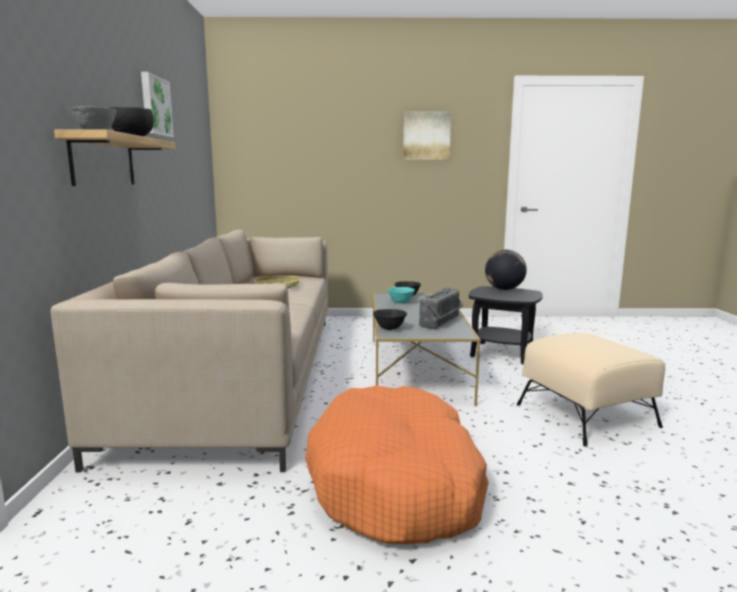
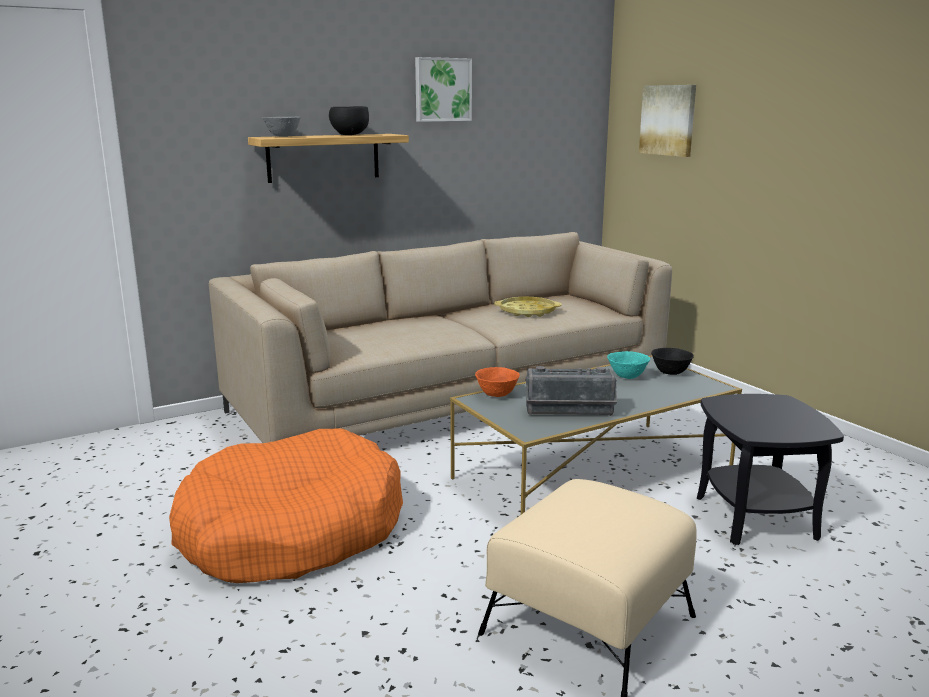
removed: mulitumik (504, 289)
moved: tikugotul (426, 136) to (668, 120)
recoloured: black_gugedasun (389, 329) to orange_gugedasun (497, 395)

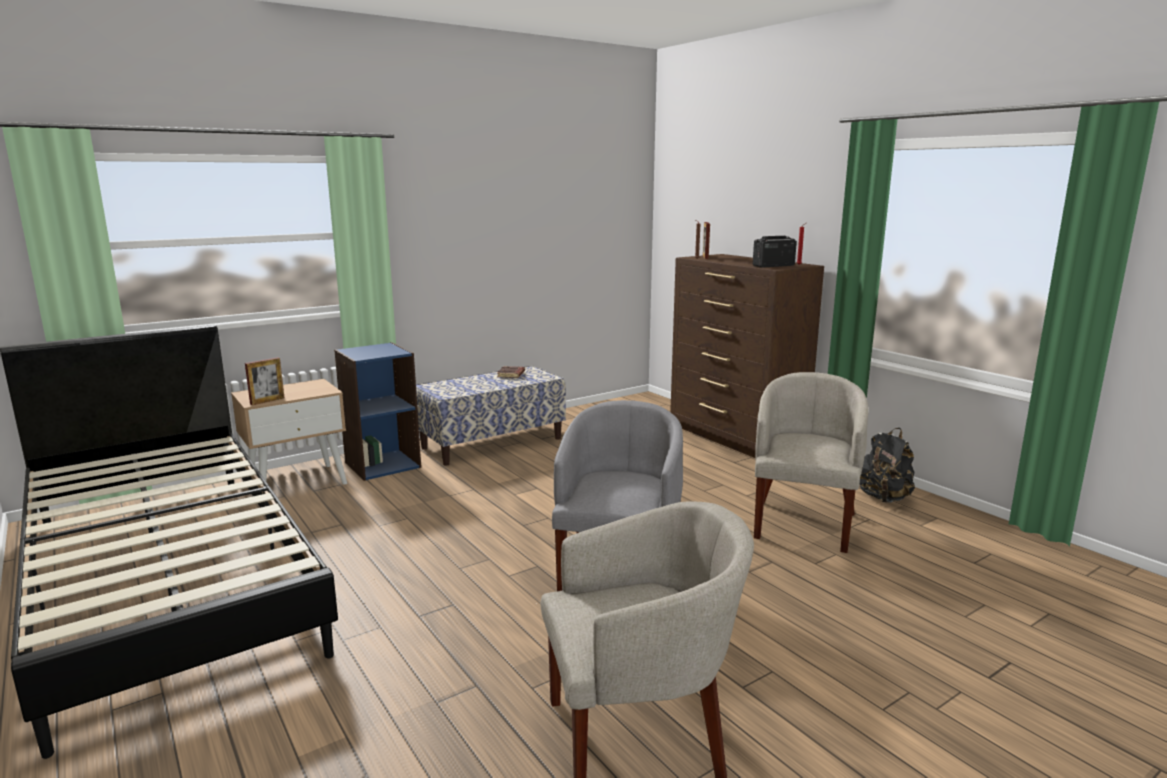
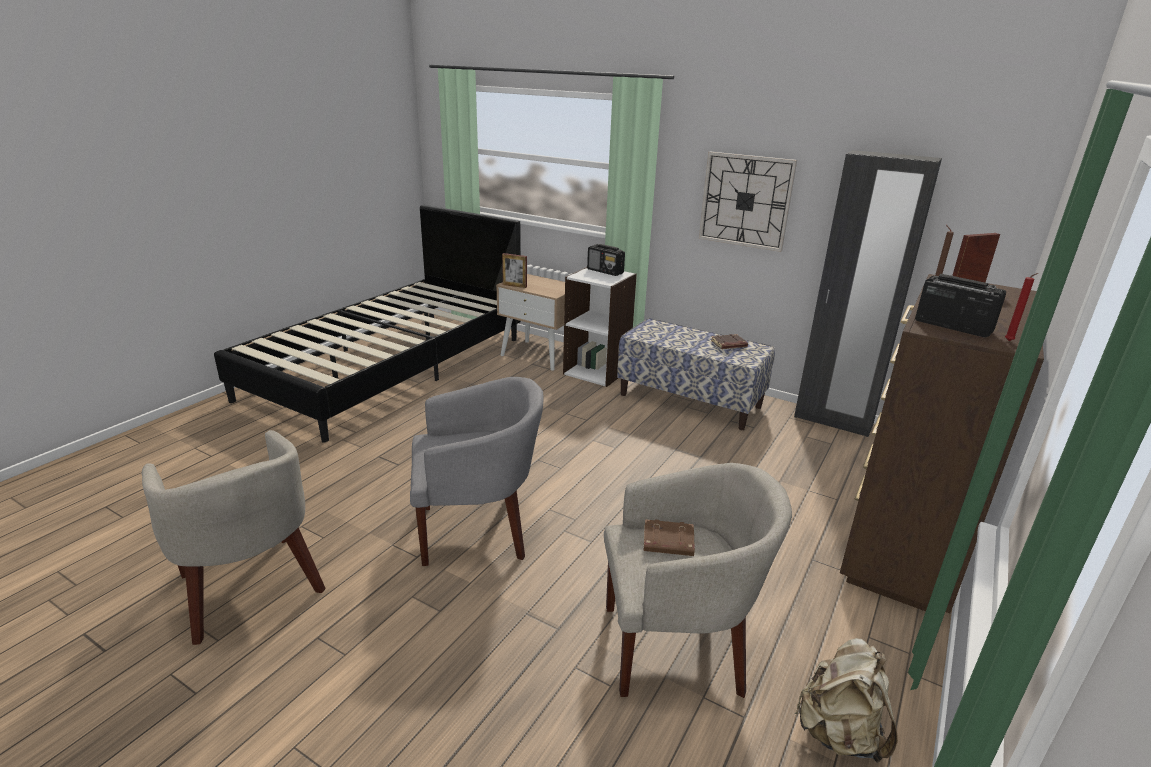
added: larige (605, 271); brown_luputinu (667, 542); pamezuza (745, 201); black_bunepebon (833, 421)
recoloured: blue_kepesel (382, 464) to white_kepesel (597, 371); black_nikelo (884, 498) to beige_nikelo (838, 733)

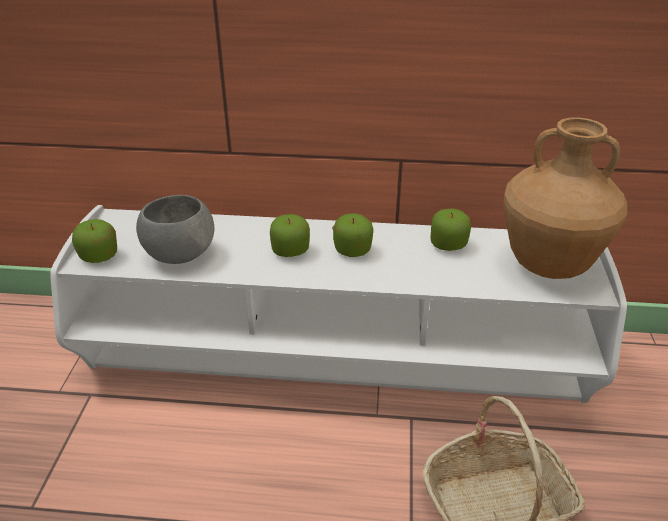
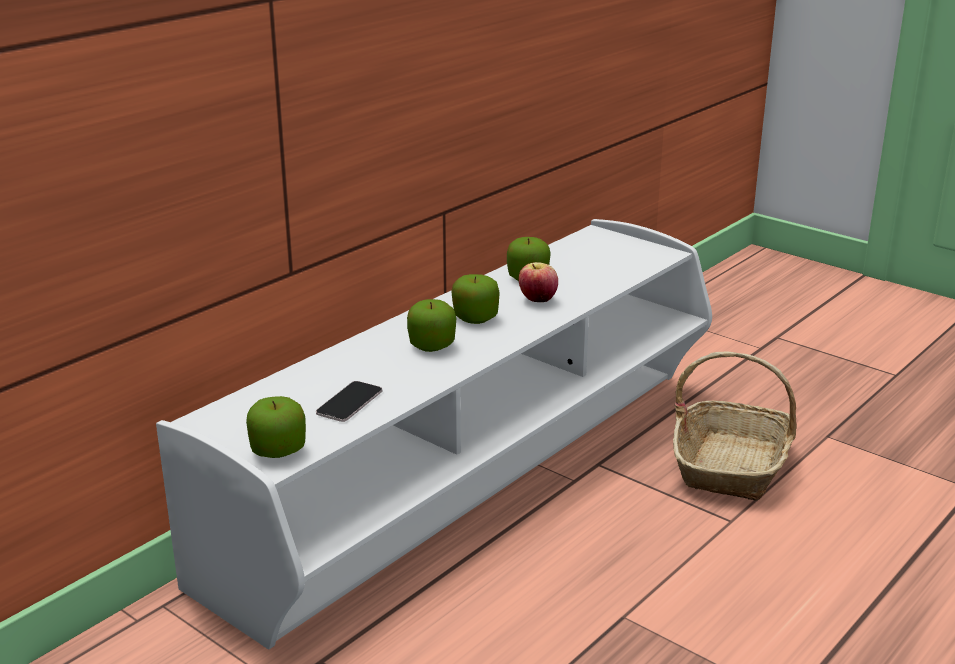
removed: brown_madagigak (549, 266)
added: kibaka (537, 300)
replaced: grey_gugedasun (179, 254) to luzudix (349, 402)

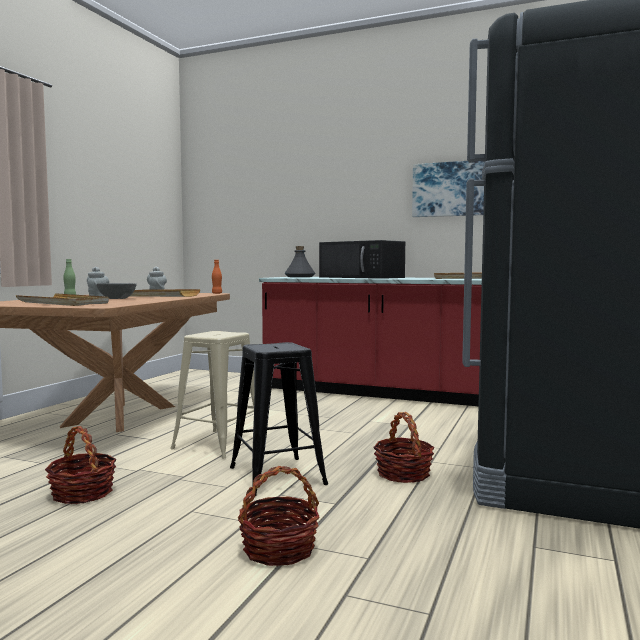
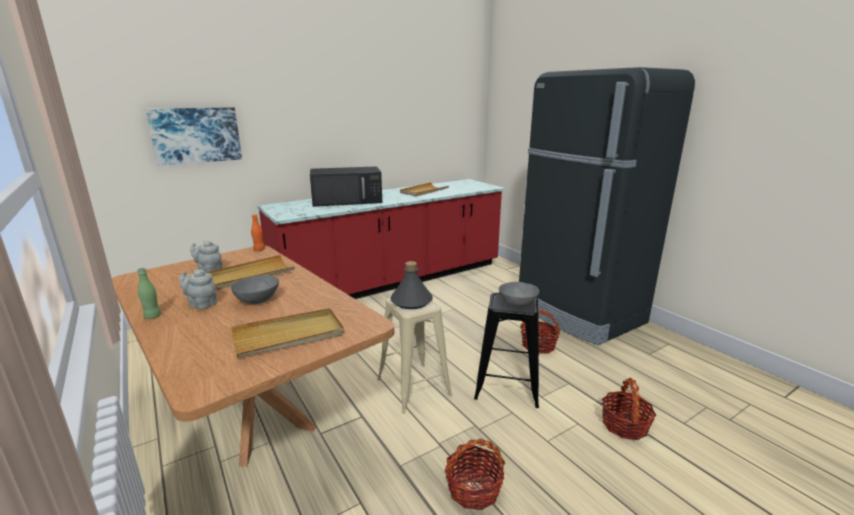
added: grey_gugedasun (517, 303)
moved: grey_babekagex (300, 276) to (411, 301); tikugotul (452, 189) to (196, 135)

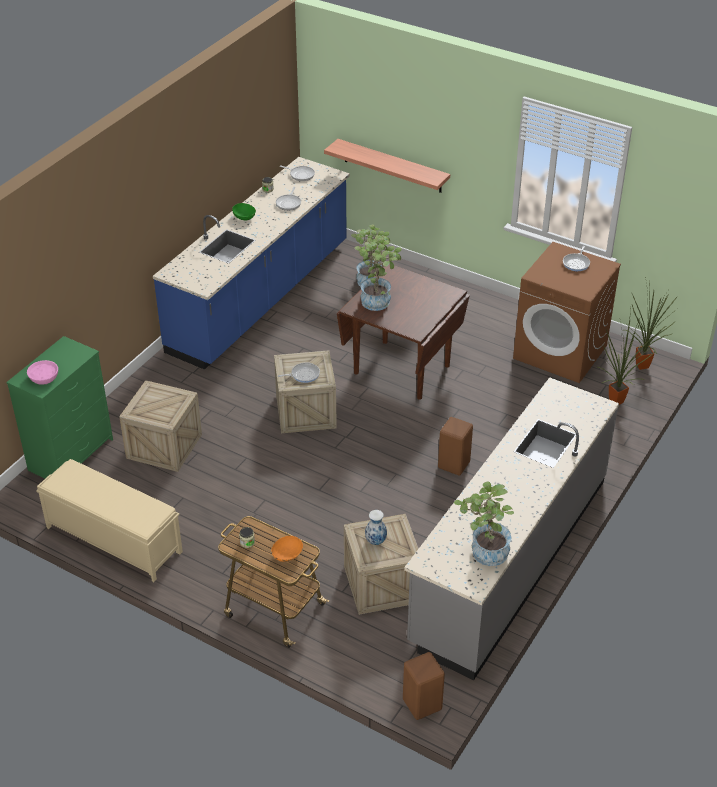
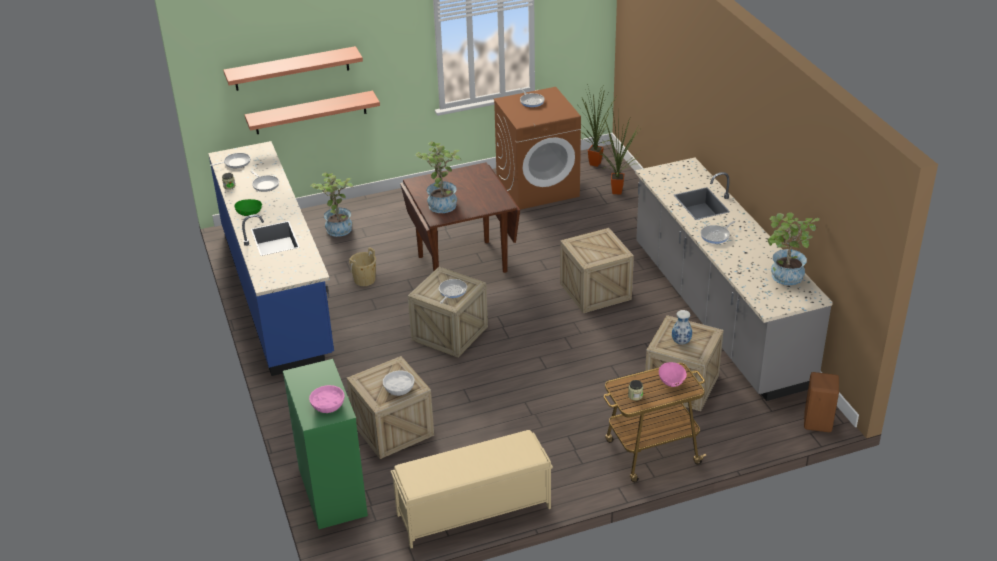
added: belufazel (291, 68); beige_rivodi (364, 280); white_gugedasun (399, 388); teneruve (716, 235)
replaced: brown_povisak (453, 465) to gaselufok (595, 291)
recoloured: orange_gugedasun (287, 556) to pink_gugedasun (672, 381)

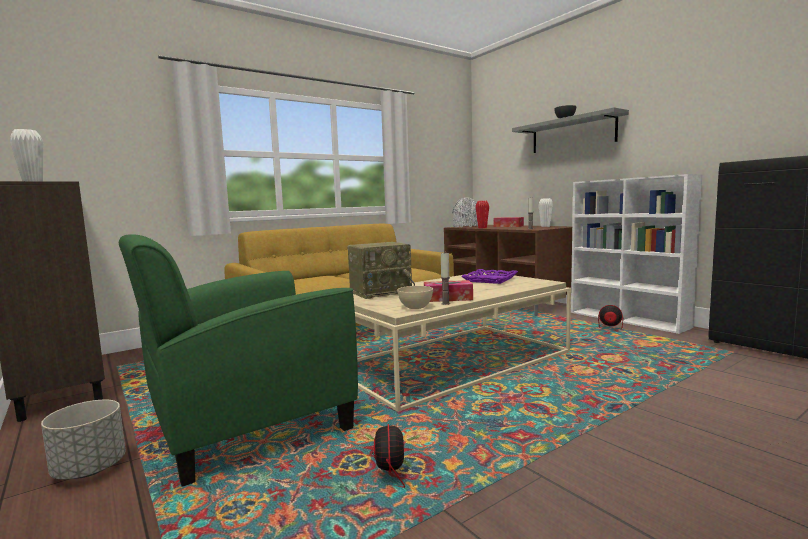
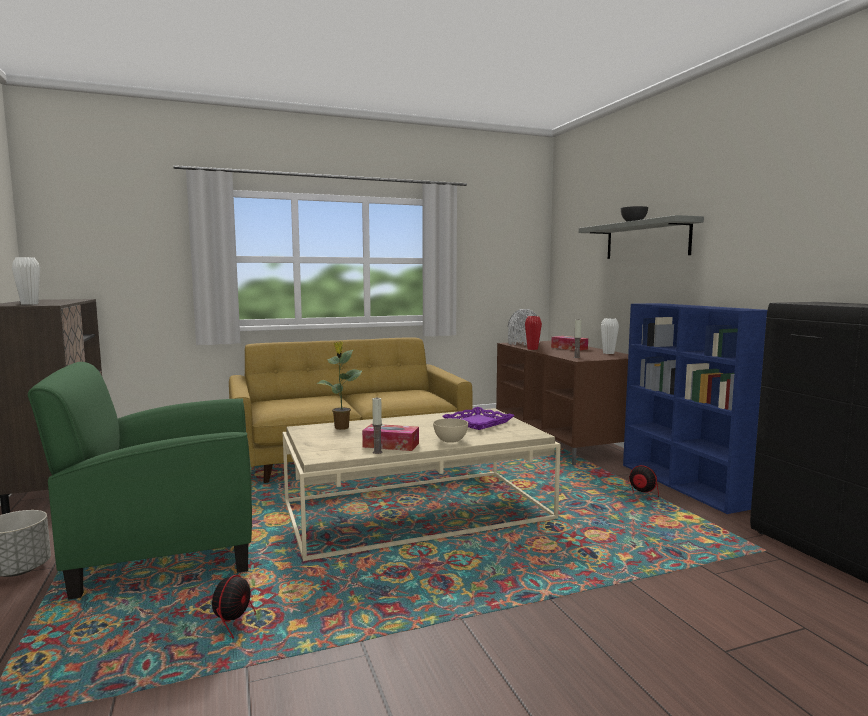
moved: beige_gugedasun (416, 307) to (451, 441)
replaced: larige (381, 292) to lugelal (341, 428)
recoloured: white_kepesel (628, 319) to blue_kepesel (685, 485)

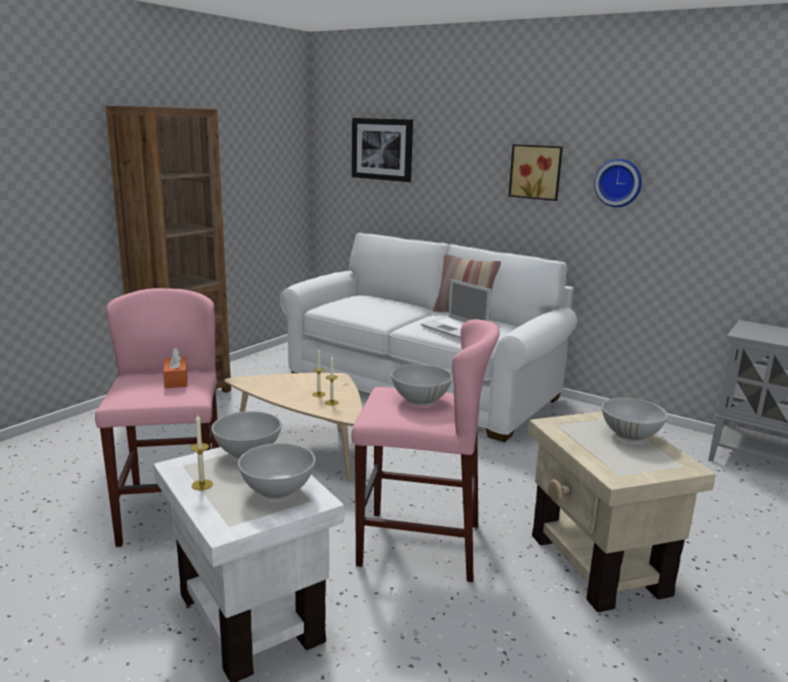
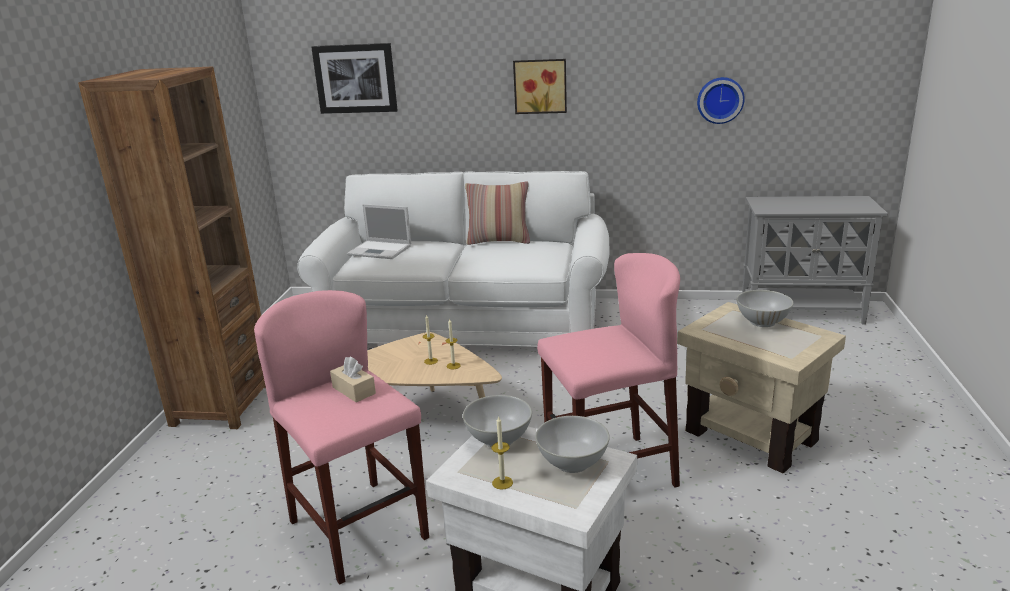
removed: white_gugedasun (420, 400)
moved: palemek (455, 328) to (381, 250); pamezuza (619, 182) to (720, 100)
recoloured: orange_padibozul (176, 380) to beige_padibozul (354, 390)

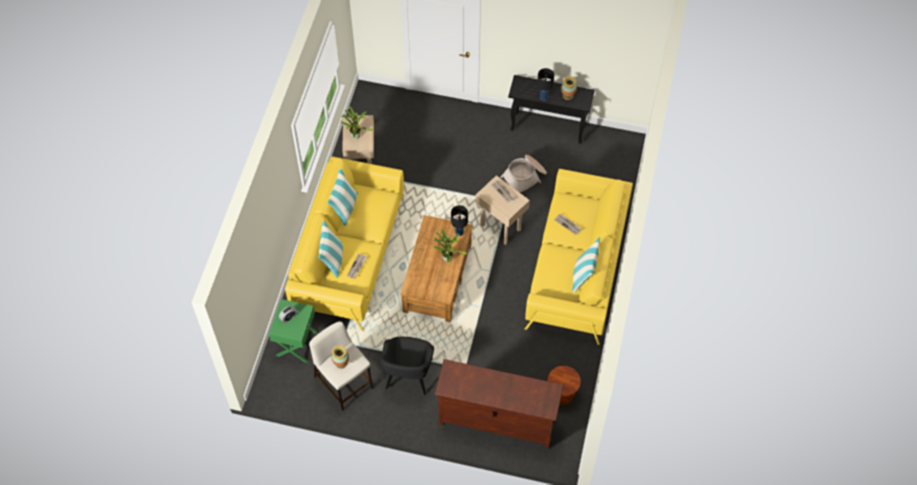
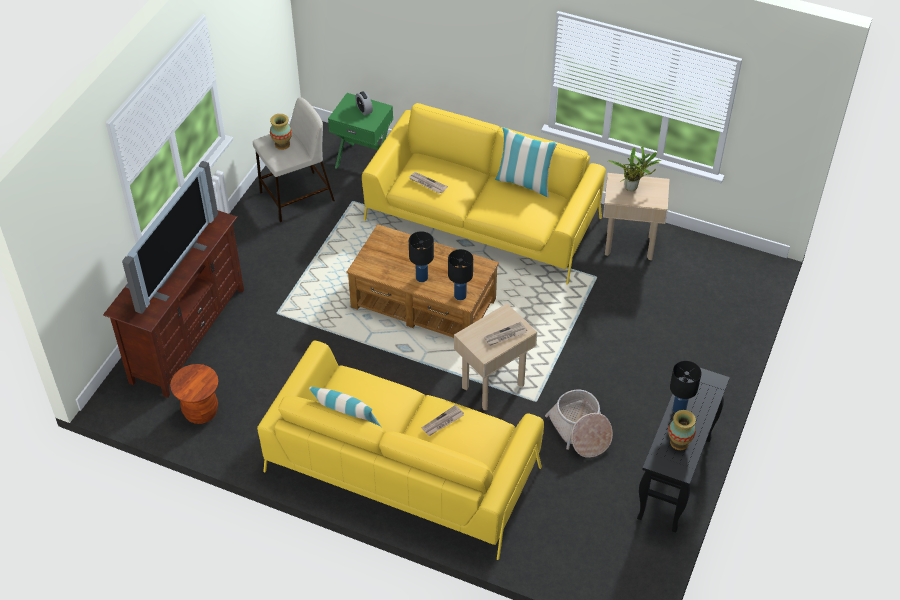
removed: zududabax (333, 259); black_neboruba (408, 375)
added: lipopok (174, 268)
replaced: lugelal (447, 257) to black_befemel (422, 277)

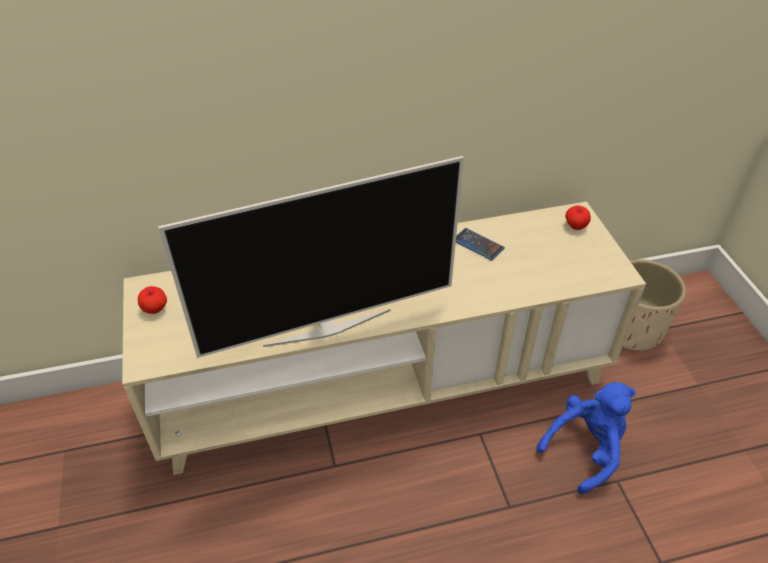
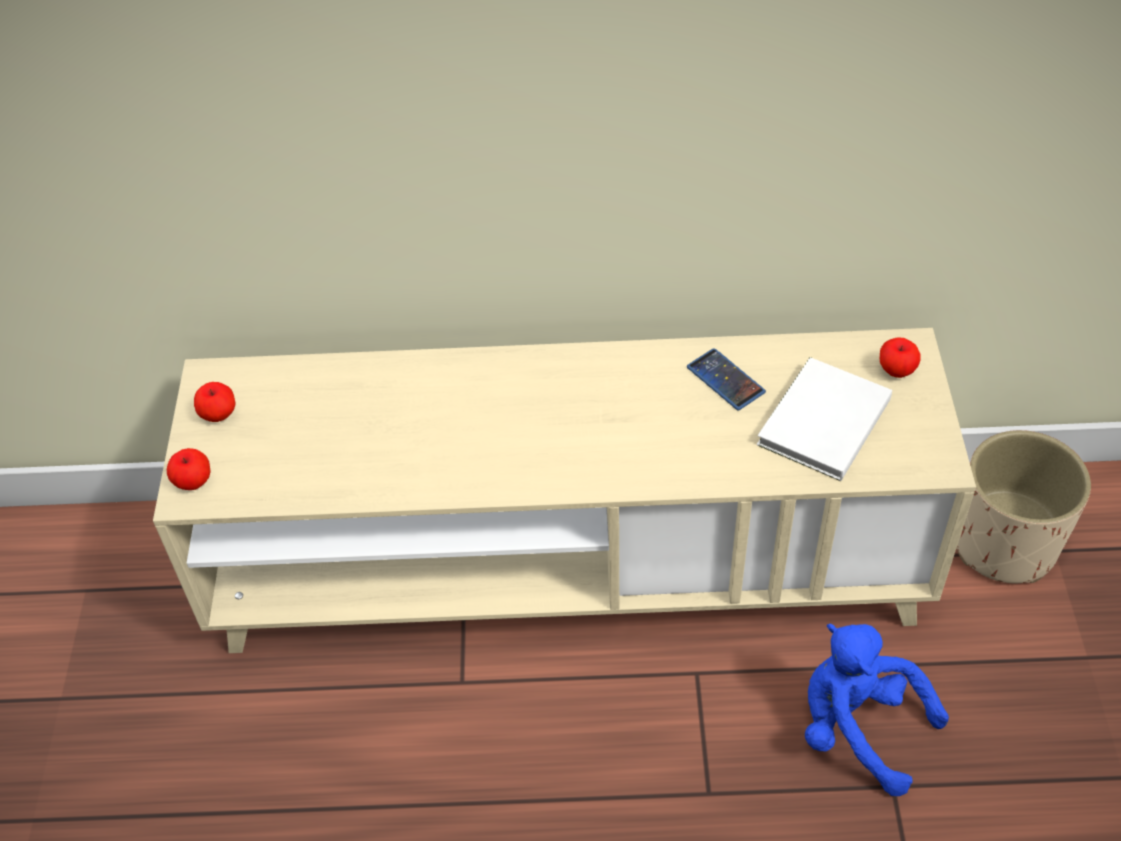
removed: lipopok (327, 326)
added: kibaka (193, 481); white_luputinu (820, 424)
turned: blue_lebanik (585, 449) = (858, 727) 120 degrees counterclockwise

